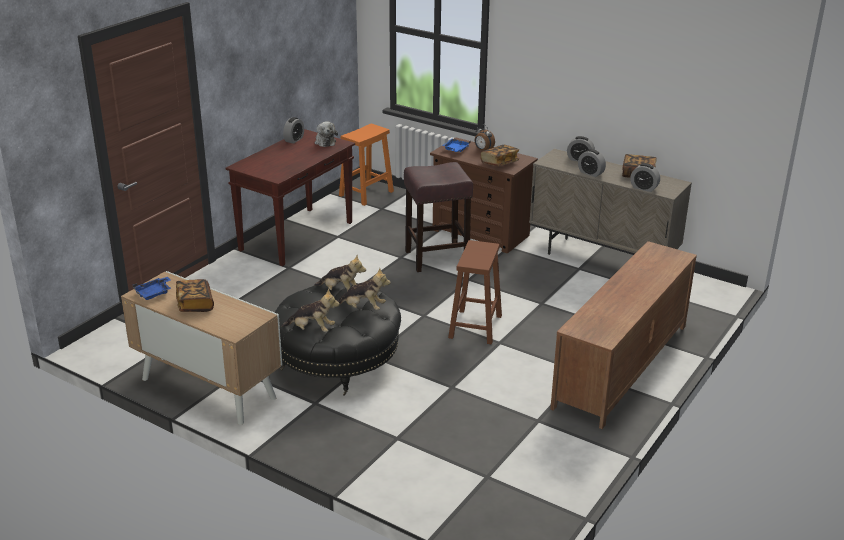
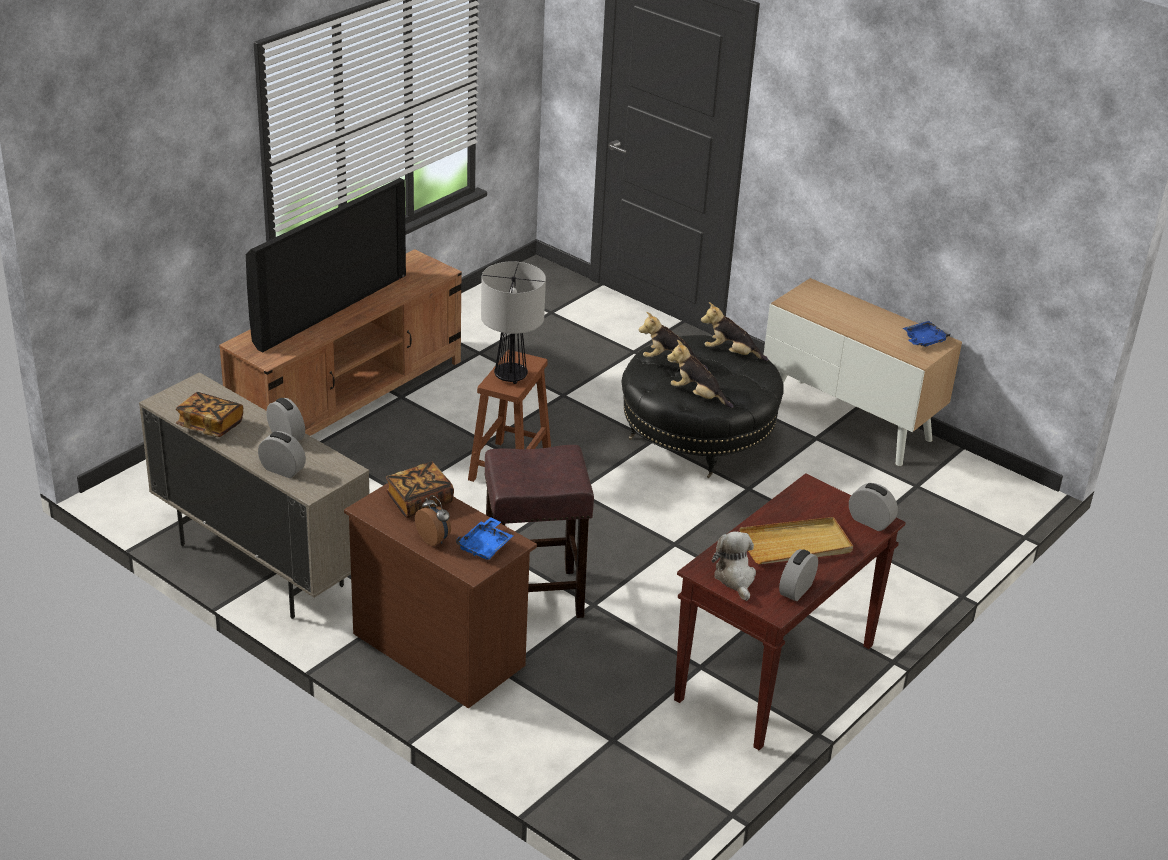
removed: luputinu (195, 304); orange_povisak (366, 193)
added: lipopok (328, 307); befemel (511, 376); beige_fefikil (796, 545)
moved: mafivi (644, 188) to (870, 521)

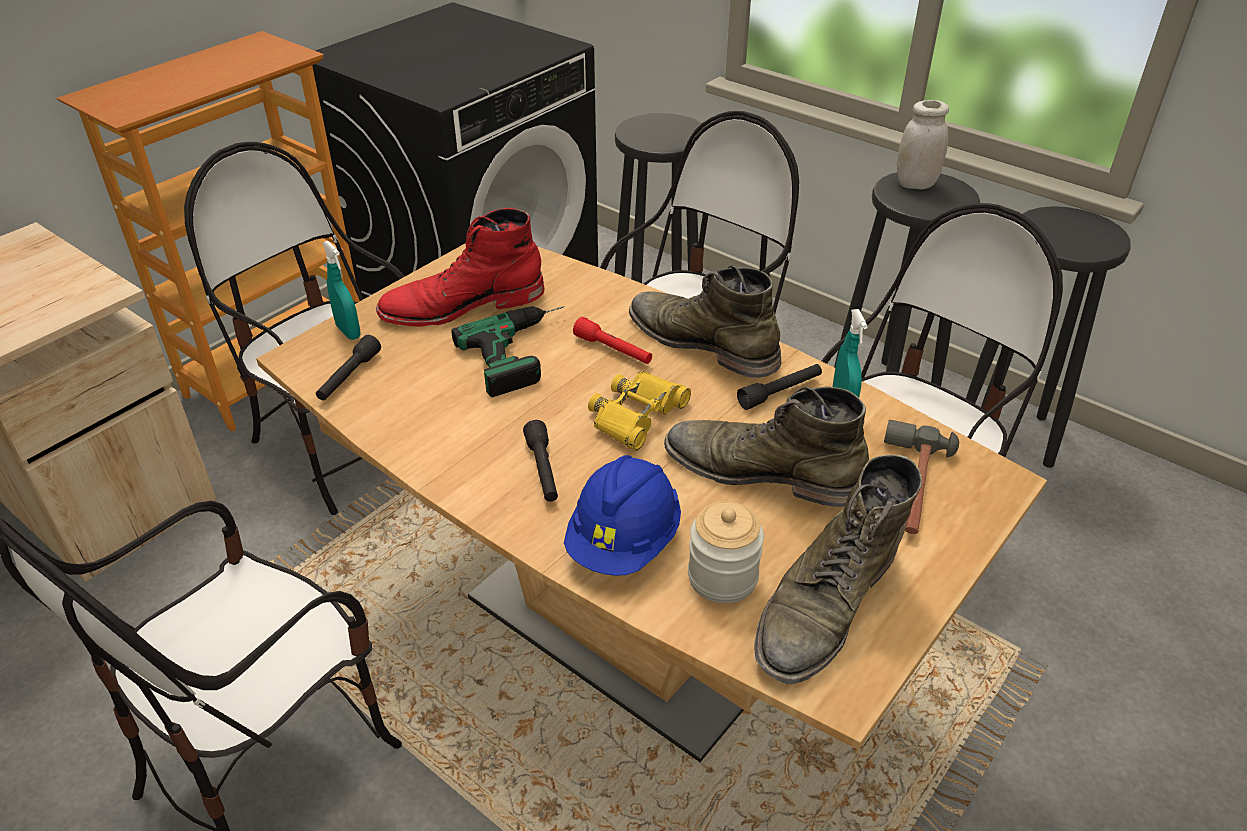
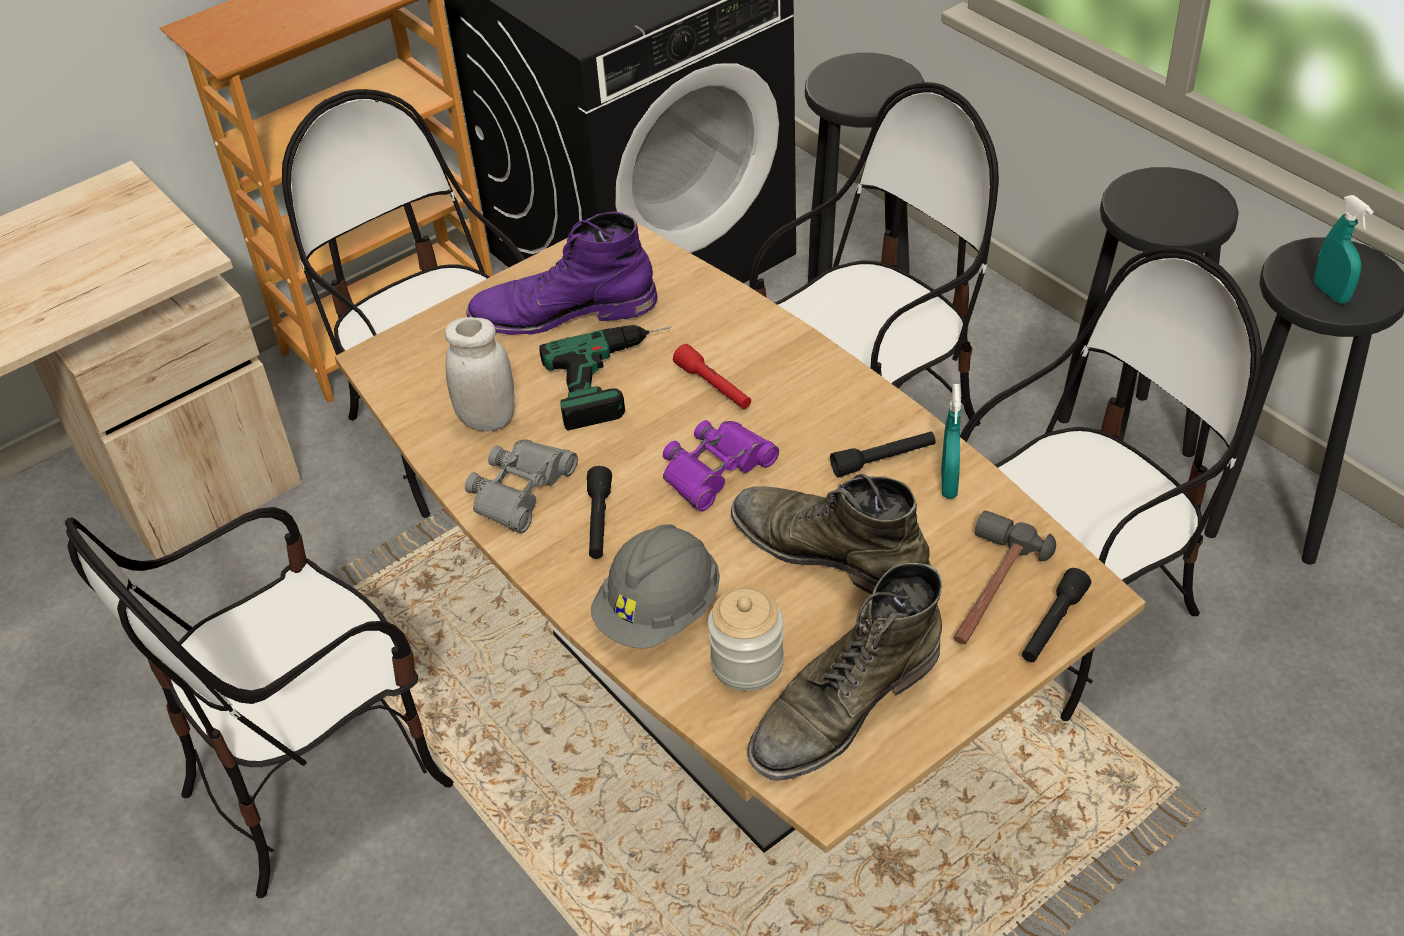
removed: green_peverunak (702, 342)
added: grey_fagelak (521, 490)
moved: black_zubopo (349, 377) to (1052, 625); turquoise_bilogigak (348, 332) to (1331, 293); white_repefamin (915, 184) to (487, 419)
recoloured: red_peverunak (462, 305) to purple_peverunak (563, 311); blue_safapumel (624, 541) to grey_safapumel (659, 611); yellow_fagelak (637, 415) to purple_fagelak (716, 470)

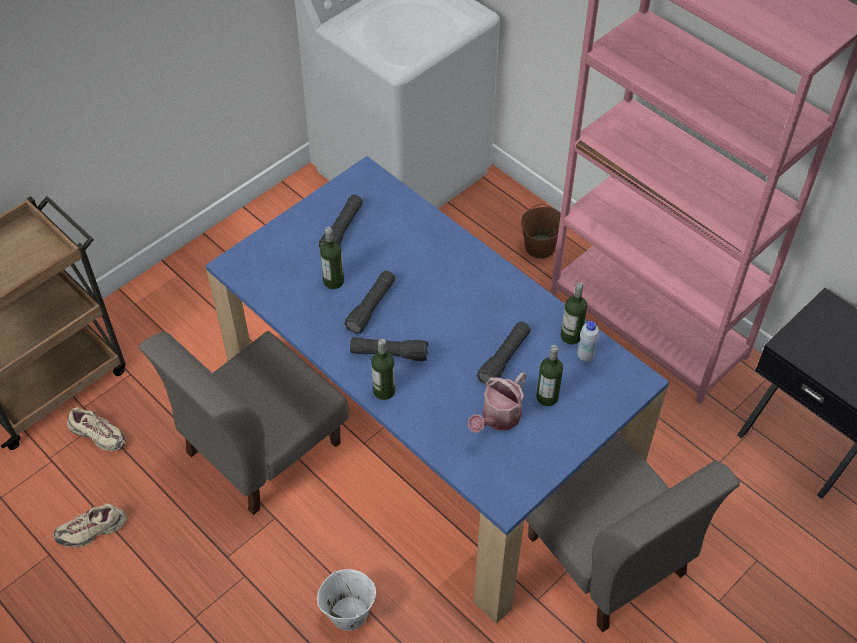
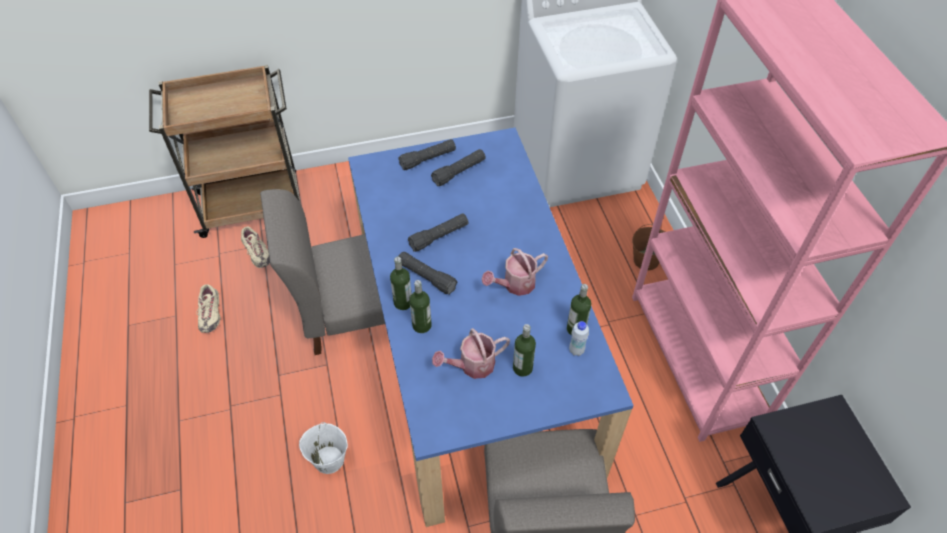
added: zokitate (515, 285)
moved: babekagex (333, 281) to (422, 325); black_zubopo (504, 358) to (428, 159)
turned: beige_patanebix (92, 531) = (210, 314) 105 degrees counterclockwise

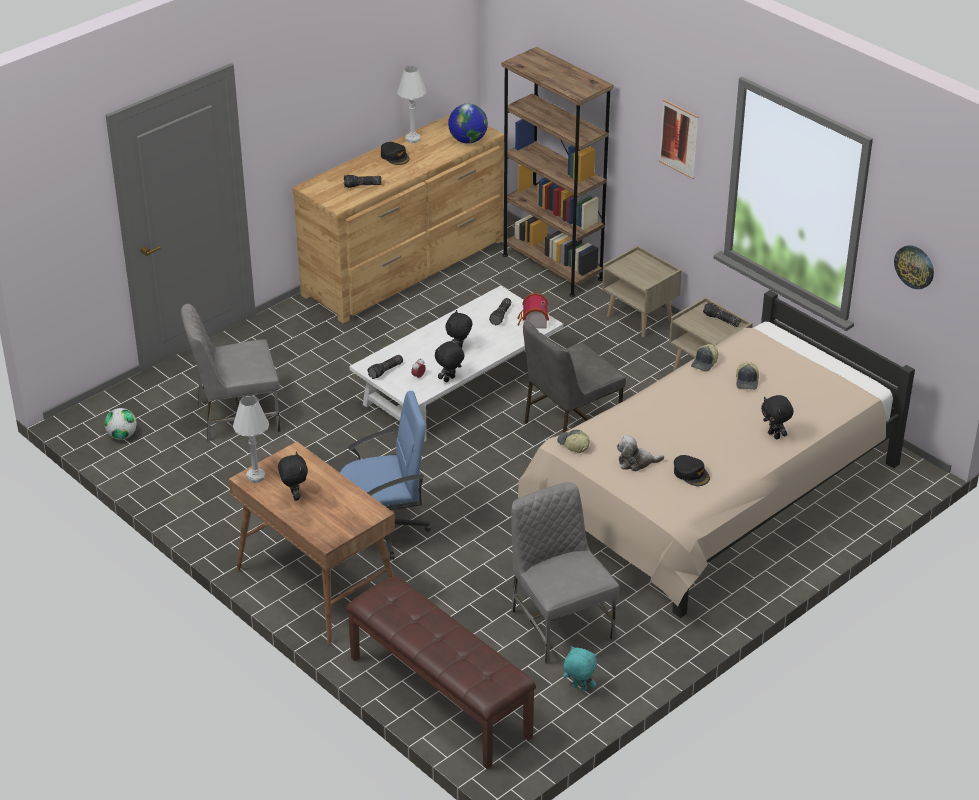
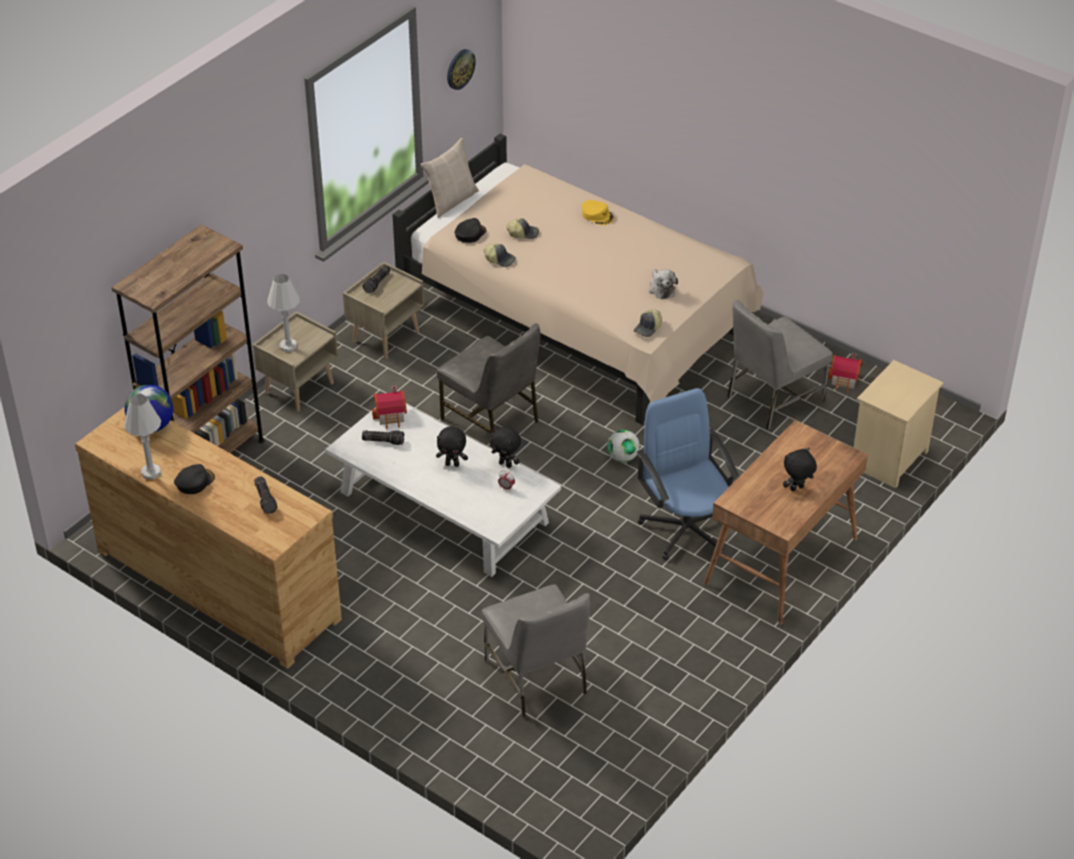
removed: zubopo (386, 371); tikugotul (679, 139)
added: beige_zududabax (451, 200)
moved: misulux (122, 436) to (623, 457); white_befemel (256, 476) to (288, 346); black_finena (691, 473) to (470, 233)
replaced: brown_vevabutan (438, 697) to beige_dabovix (890, 460); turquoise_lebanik (578, 688) to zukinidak (845, 380); black_lebanik (774, 435) to yellow_finena (597, 215)

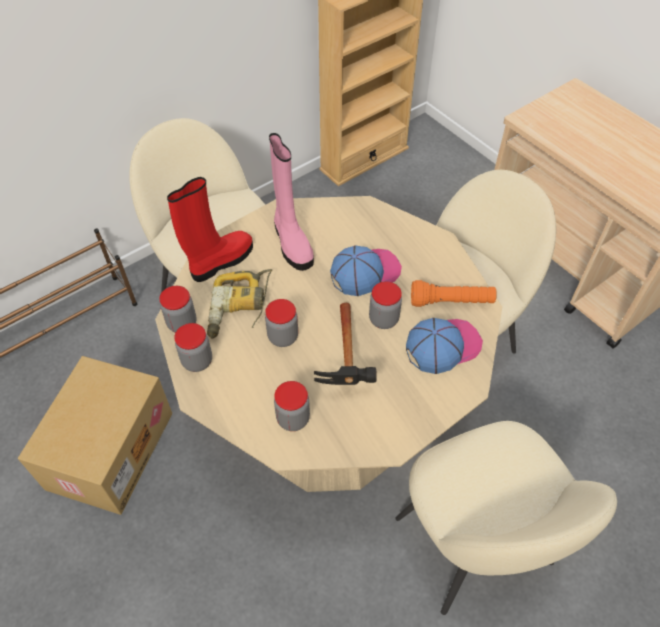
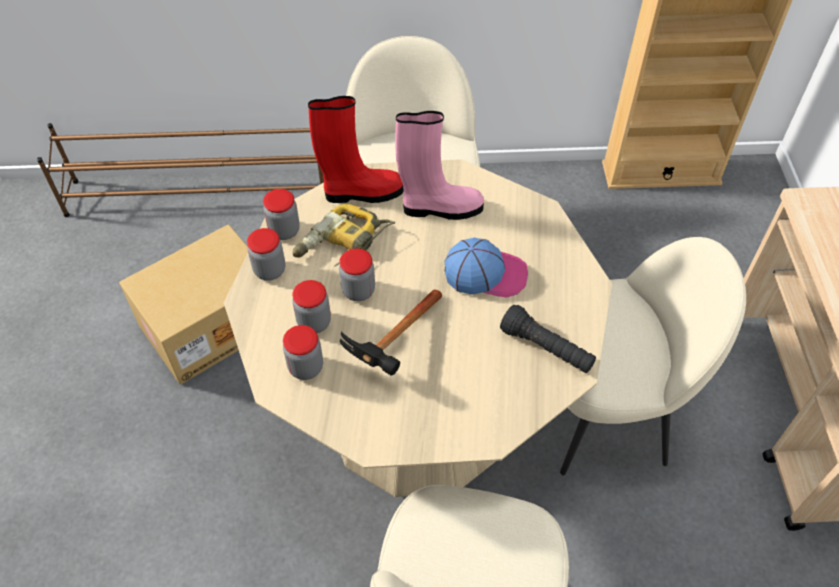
removed: finena (443, 346)
moved: repefamin (383, 319) to (314, 322)
recoloured: orange_zubopo (451, 302) to black_zubopo (546, 348)
turned: pink_peverunak (291, 243) = (440, 208) 105 degrees counterclockwise

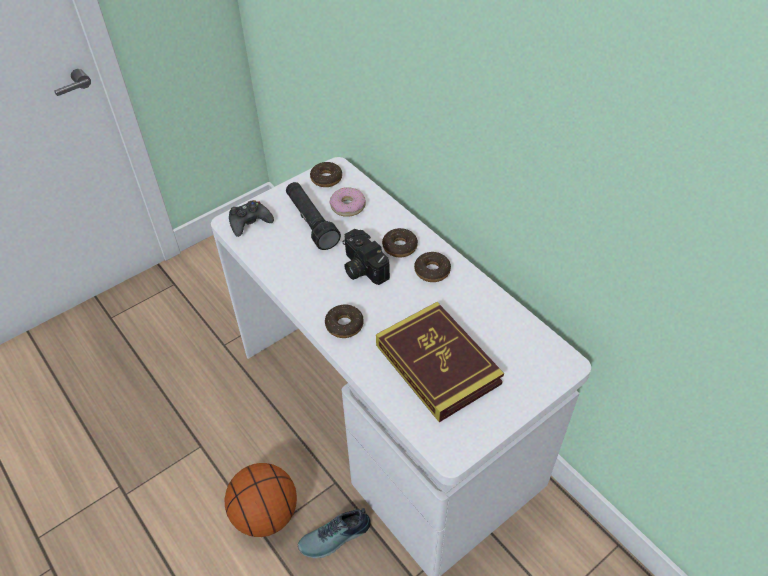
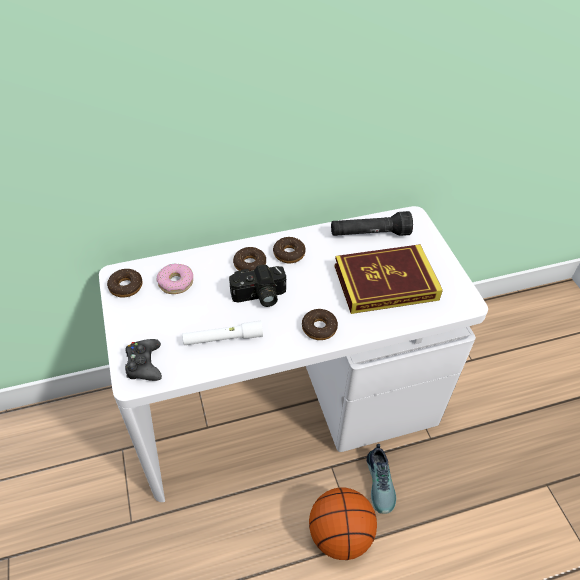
added: white_zubopo (223, 338)
moved: black_zubopo (311, 222) to (369, 234)

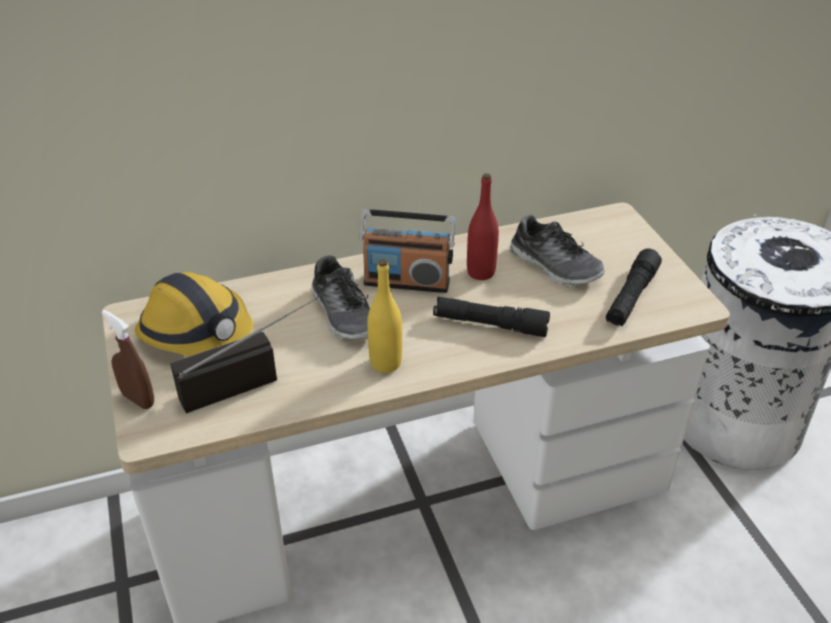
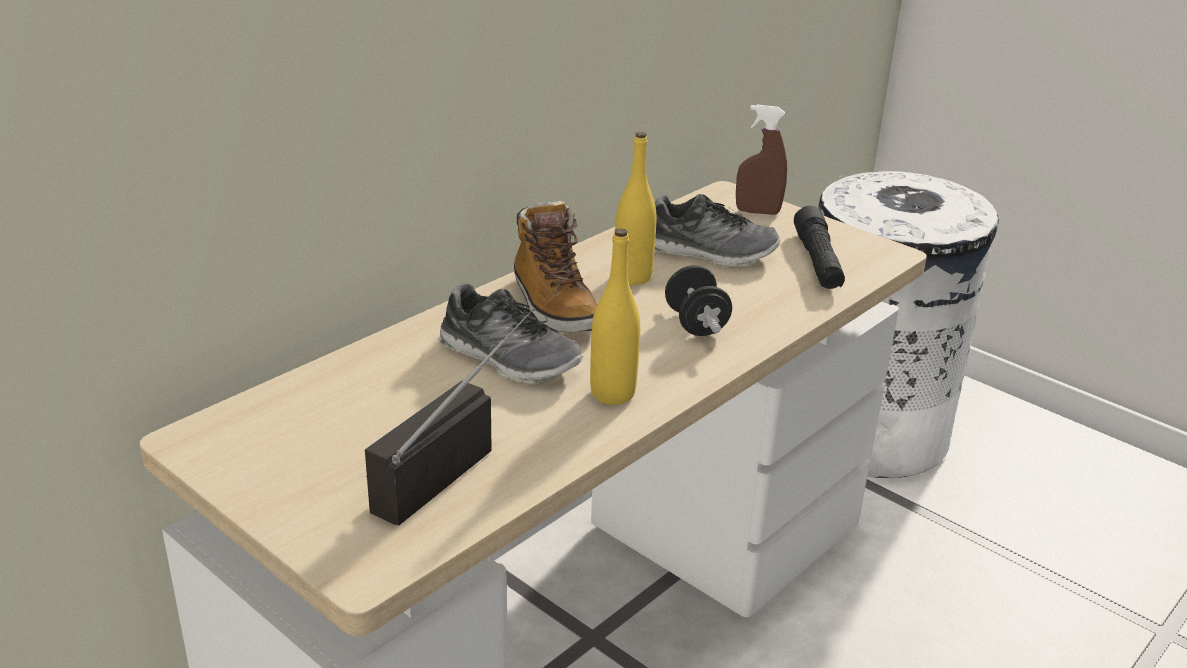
removed: safapumel (197, 332)
moved: brown_bilogigak (138, 399) to (757, 211)
replaced: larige (407, 281) to peverunak (553, 306); black_zubopo (490, 325) to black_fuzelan (696, 324)
recoloured: red_babekagex (481, 272) to yellow_babekagex (632, 277)

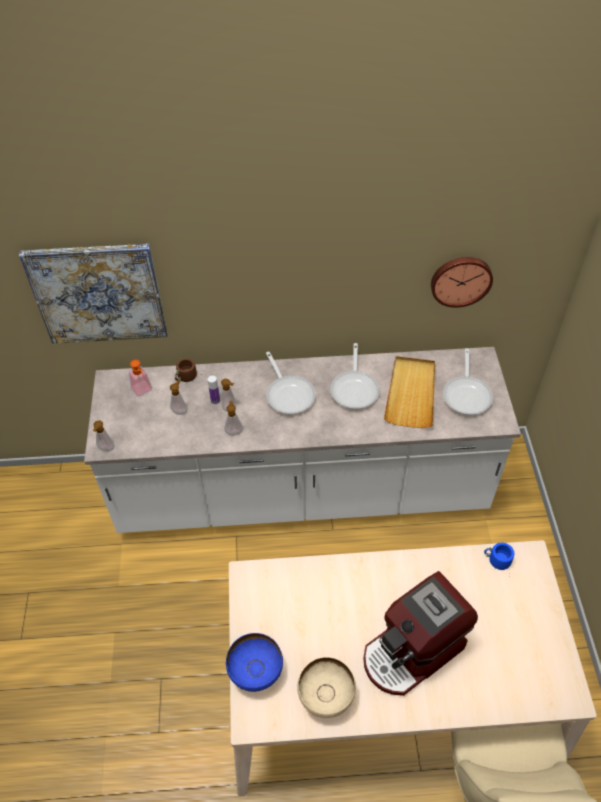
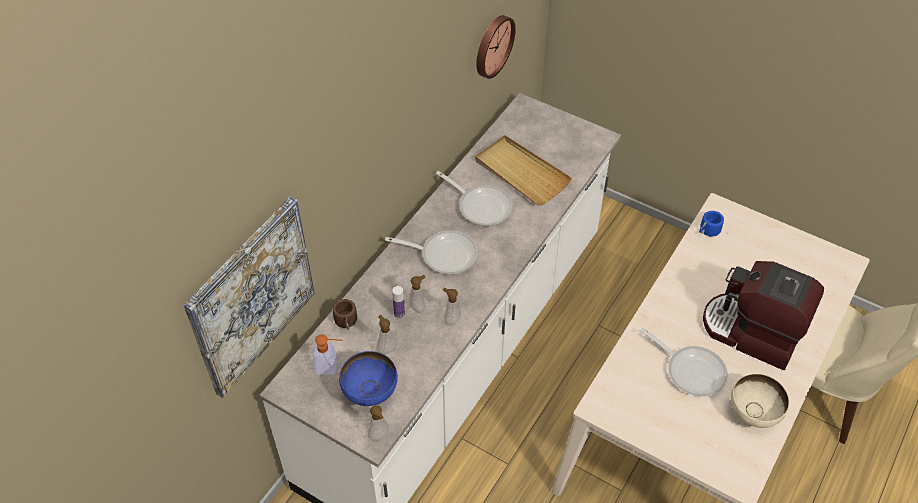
moved: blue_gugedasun (255, 672) to (370, 393); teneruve (467, 394) to (691, 370)
turned: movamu (412, 652) = (751, 333) 120 degrees clockwise

